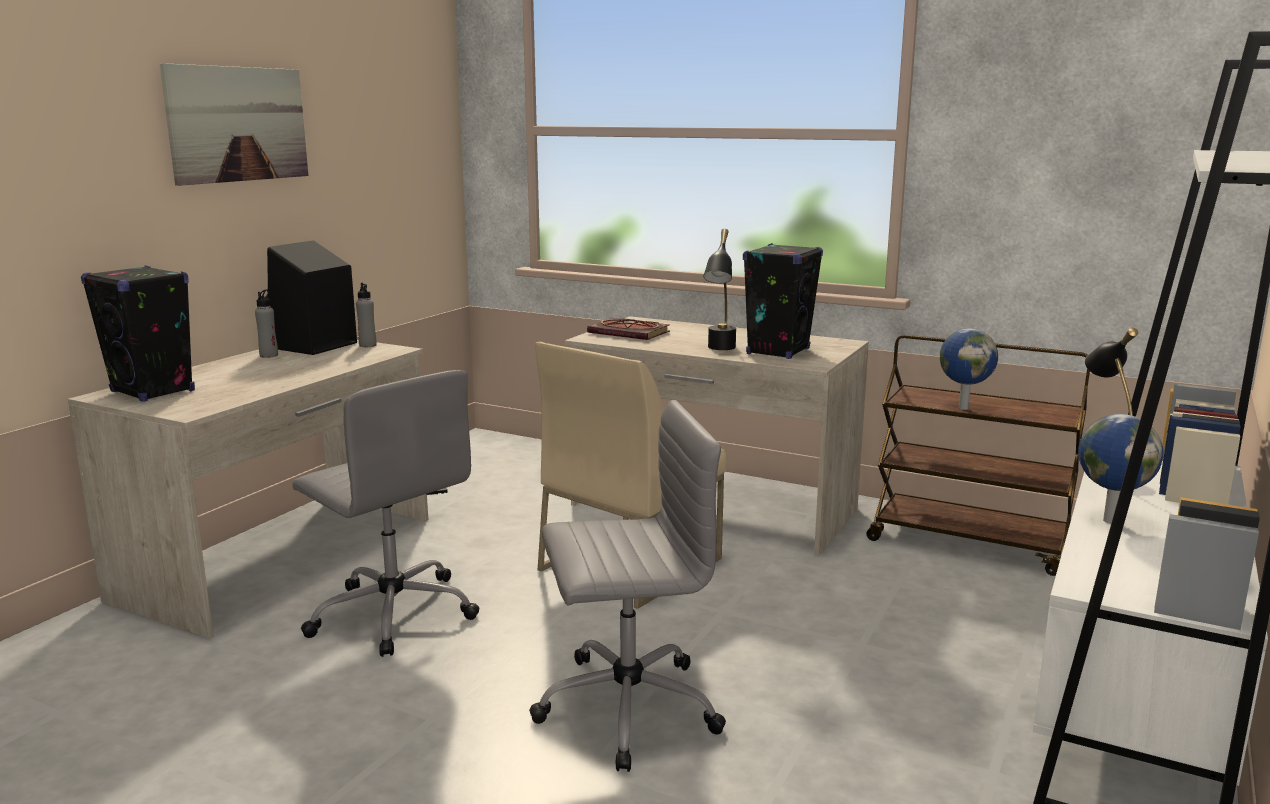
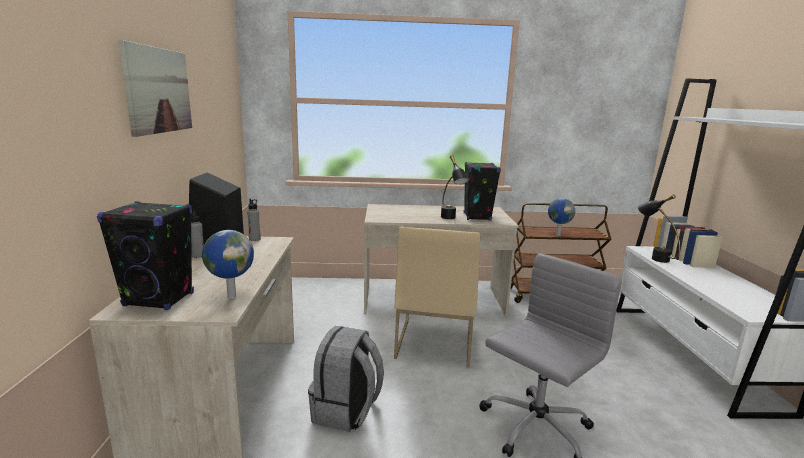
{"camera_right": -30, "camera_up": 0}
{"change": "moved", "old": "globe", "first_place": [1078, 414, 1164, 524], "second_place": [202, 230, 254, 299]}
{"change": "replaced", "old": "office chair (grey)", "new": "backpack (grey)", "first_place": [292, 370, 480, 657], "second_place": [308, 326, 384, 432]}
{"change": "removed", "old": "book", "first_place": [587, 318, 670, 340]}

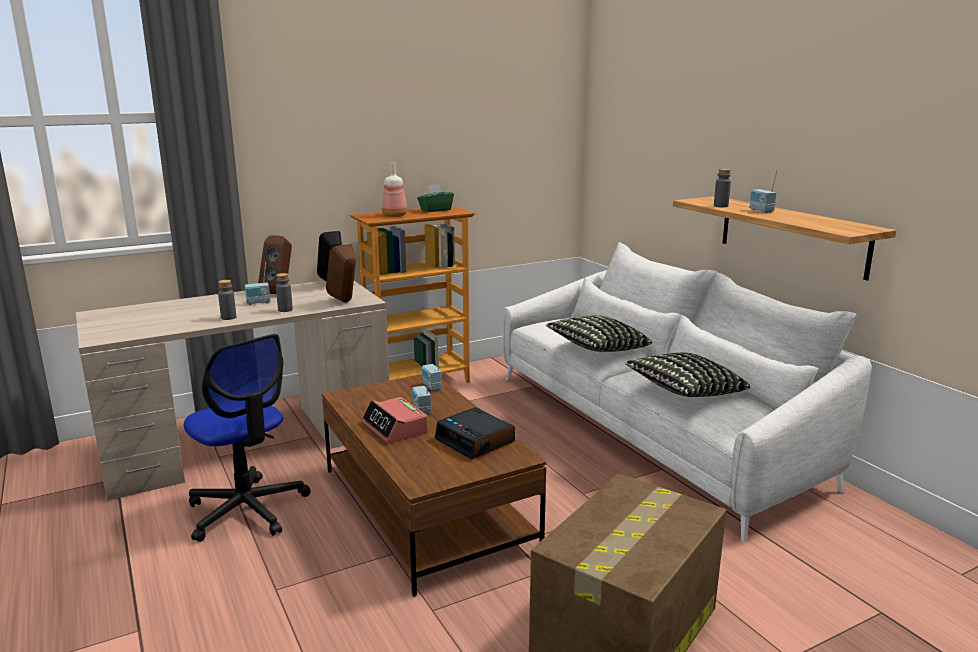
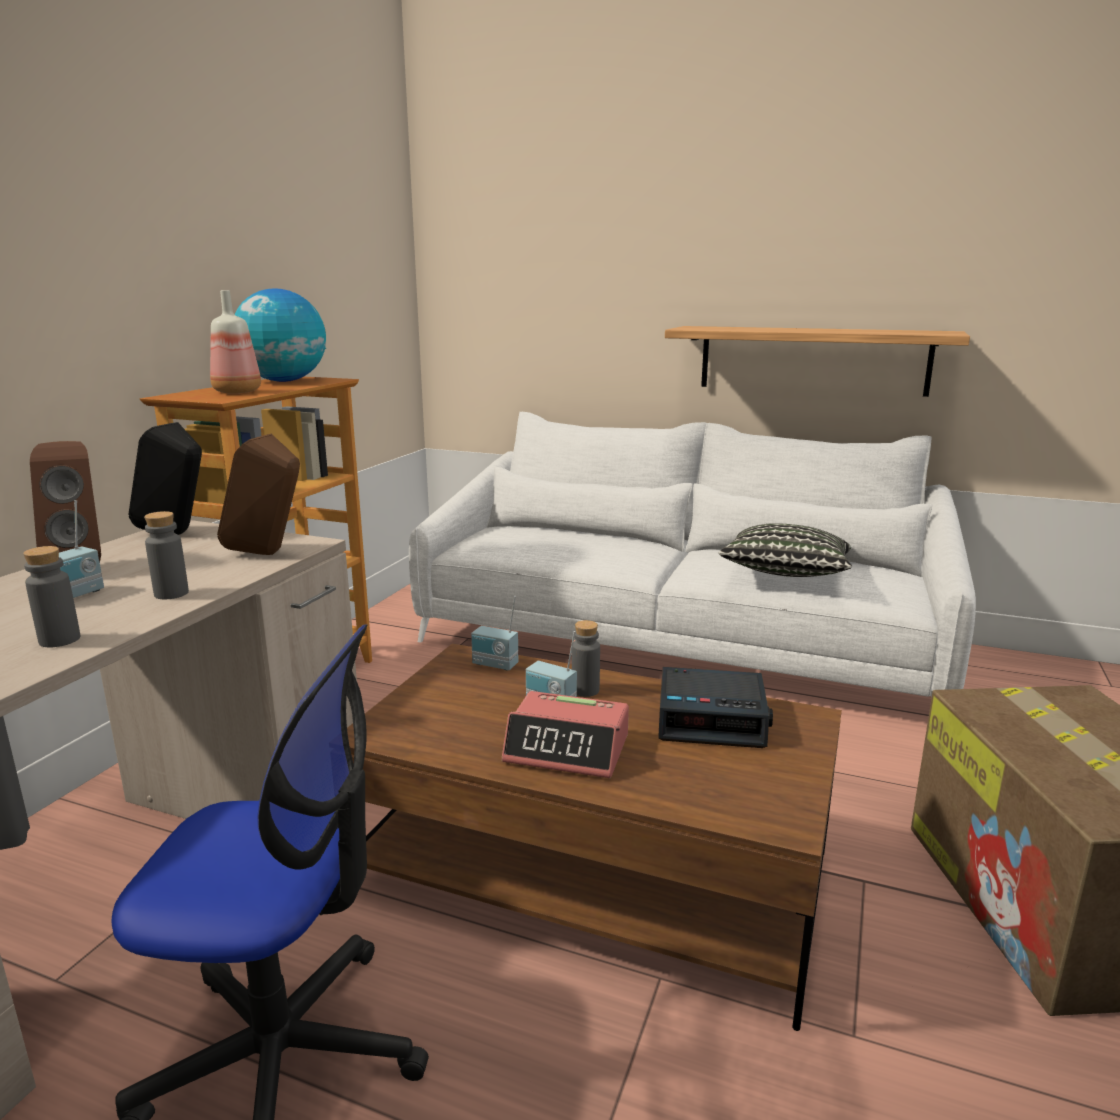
{"camera_right": -40, "camera_up": 0}
{"change": "replaced", "old": "tissue box (green)", "new": "globe", "first_place": [417, 184, 454, 212], "second_place": [234, 288, 326, 382]}
{"change": "moved", "old": "bottle (grey)", "first_place": [714, 169, 731, 207], "second_place": [572, 620, 600, 697]}
{"change": "removed", "old": "pillow", "first_place": [546, 315, 652, 352]}
{"change": "removed", "old": "radio", "first_place": [750, 170, 778, 213]}

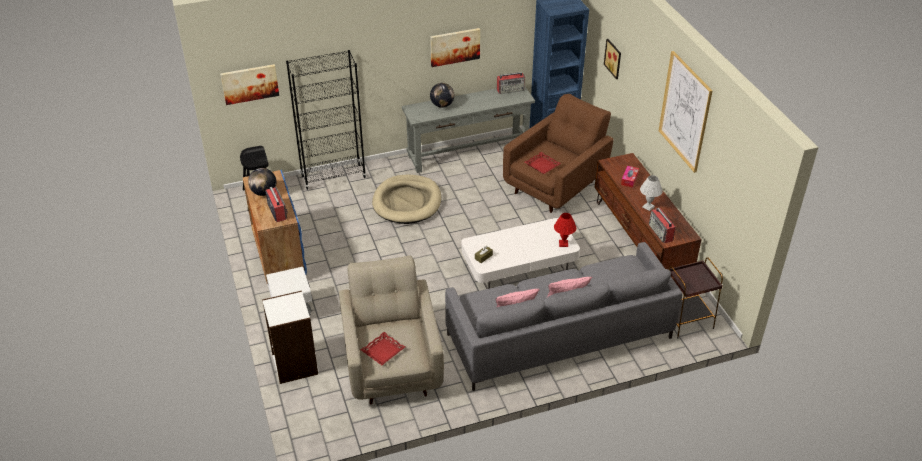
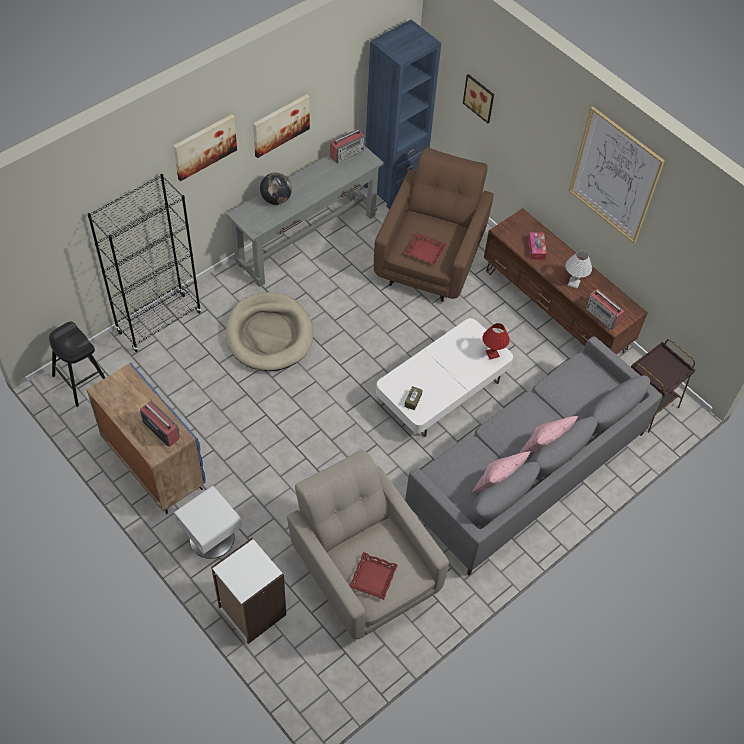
{"camera_right": -25, "camera_up": 15}
{"change": "moved", "old": "picture", "first_place": [220, 64, 279, 105], "second_place": [173, 114, 237, 181]}
{"change": "removed", "old": "globe", "first_place": [248, 168, 276, 196]}

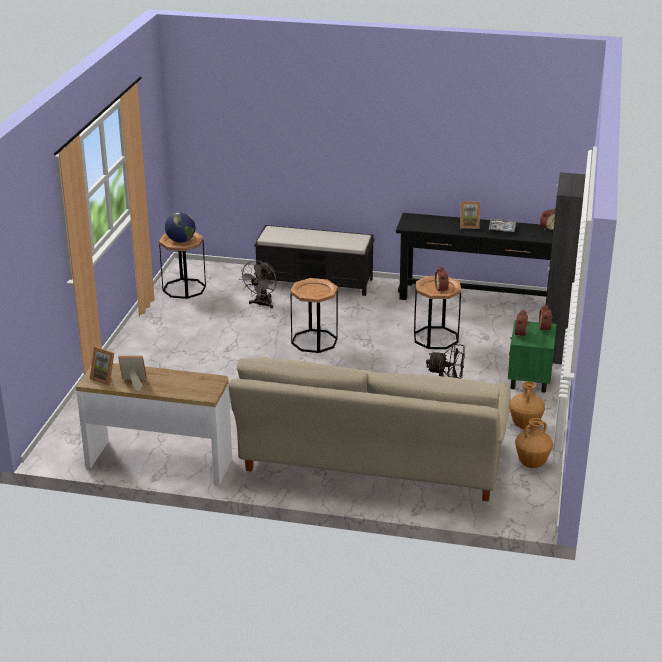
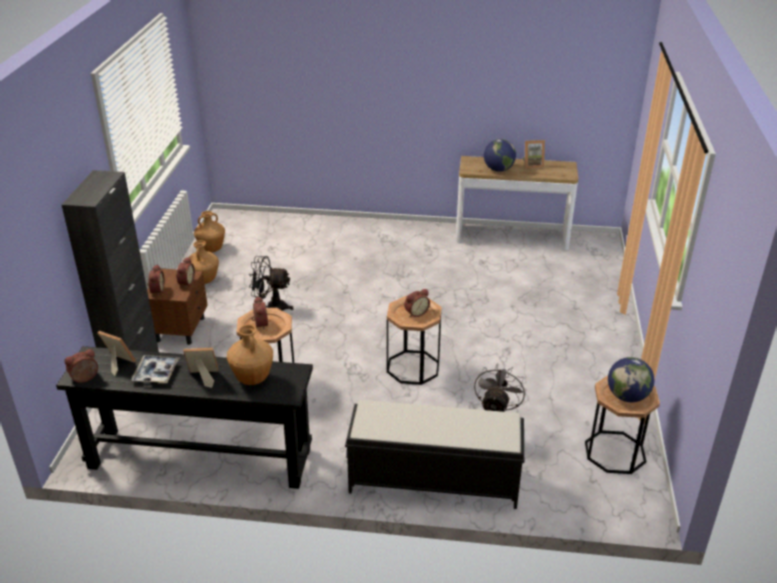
{"camera_right": 175, "camera_up": 5}
{"change": "moved", "old": "picture frame", "first_place": [90, 347, 114, 386], "second_place": [98, 331, 136, 376]}
{"change": "recoloured", "old": "nightstand (green)", "new": "nightstand (brown)", "first_place": [508, 320, 557, 393], "second_place": [147, 268, 208, 345]}
{"change": "added", "new": "vase (brown)", "second_place": [227, 324, 273, 385]}
{"change": "added", "new": "alarm clock", "second_place": [404, 289, 430, 317]}
{"change": "added", "new": "globe", "second_place": [484, 139, 516, 172]}
{"change": "removed", "old": "sofa (beige)", "first_place": [228, 357, 511, 502]}

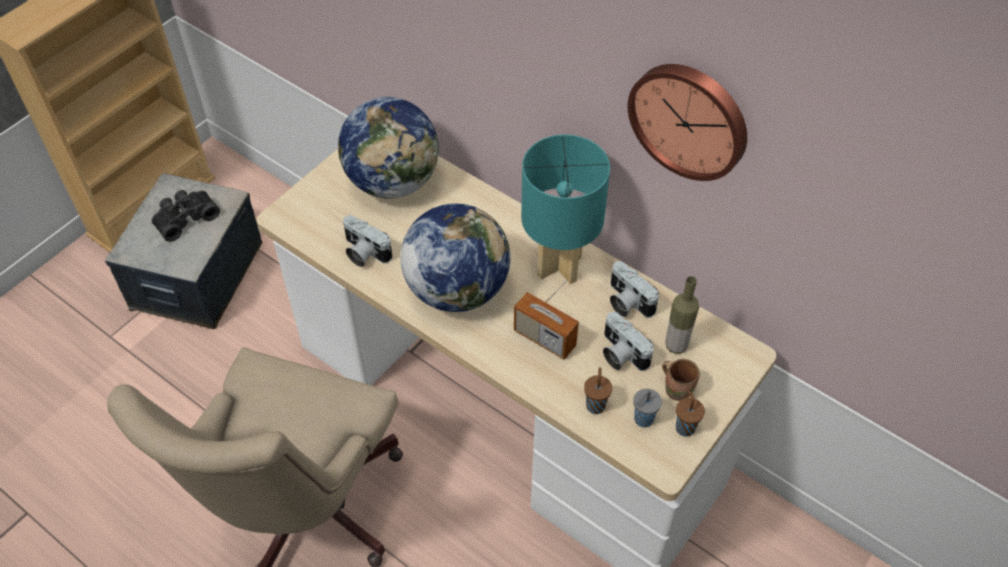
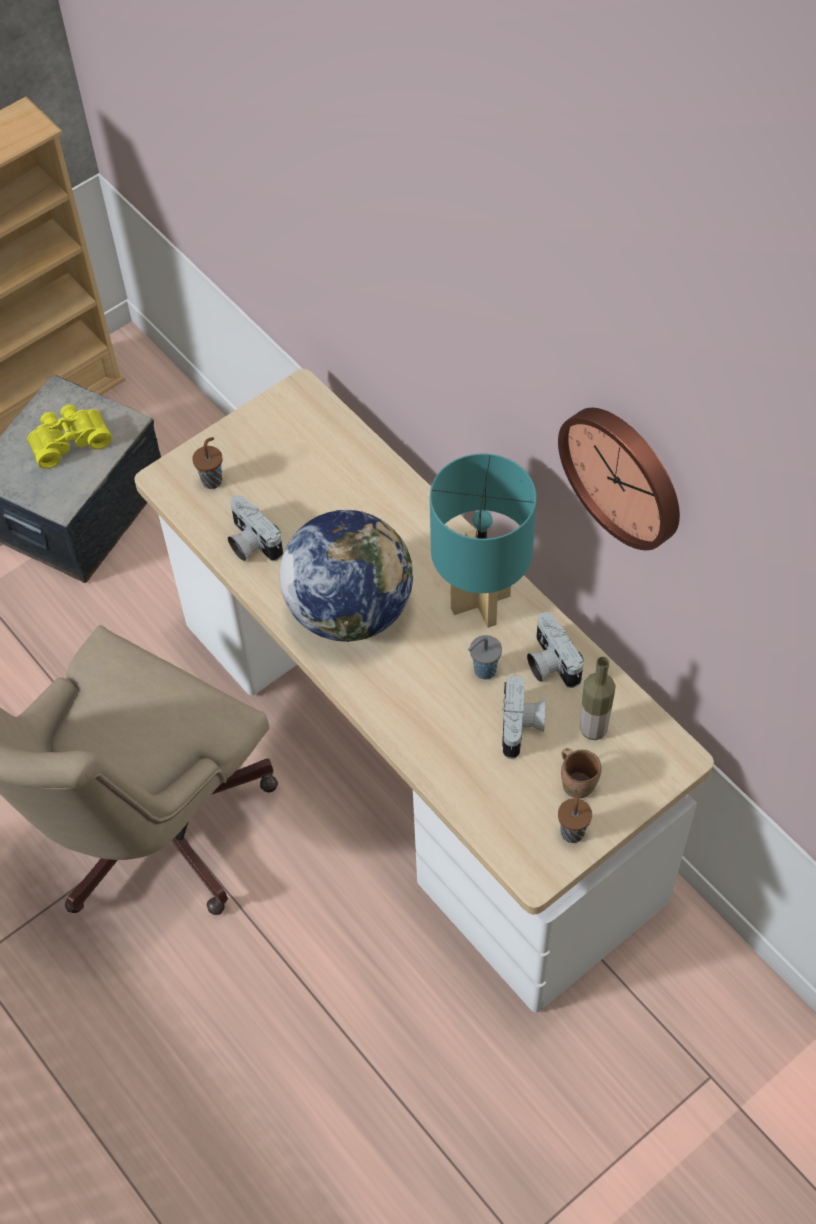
{"camera_right": 15, "camera_up": 5}
{"change": "recoloured", "old": "binoculars (black)", "new": "binoculars (yellow)", "first_place": [152, 190, 220, 242], "second_place": [27, 404, 112, 469]}
{"change": "moved", "old": "cup (brown)", "first_place": [584, 367, 612, 414], "second_place": [192, 437, 223, 489]}
{"change": "moved", "old": "cup (grey)", "first_place": [633, 389, 662, 427], "second_place": [468, 635, 502, 679]}
{"change": "turned", "old": "photo camera", "first_place": [603, 312, 654, 371], "second_place": [502, 675, 546, 759], "degrees": -150}
{"change": "removed", "old": "globe", "first_place": [338, 97, 439, 199]}
{"change": "removed", "old": "radio", "first_place": [514, 281, 579, 360]}

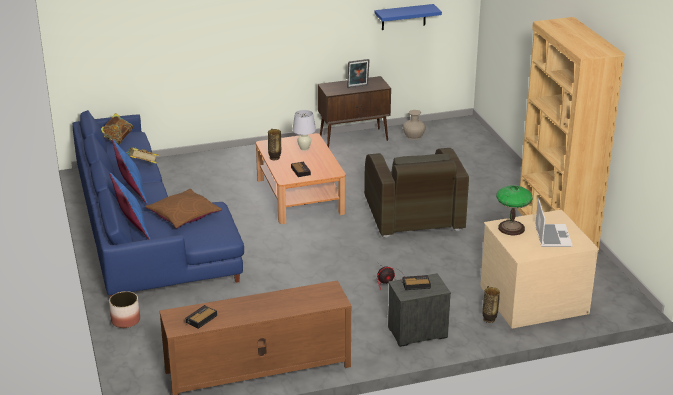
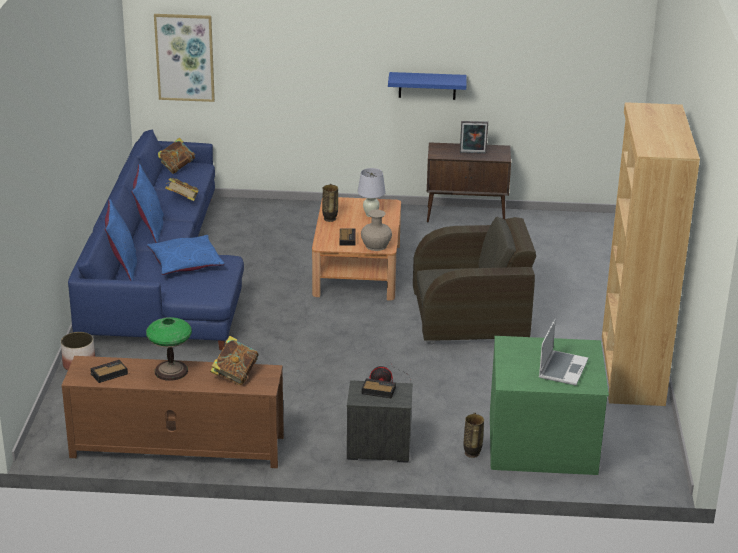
{"camera_right": 20, "camera_up": 0}
{"change": "moved", "old": "table lamp", "first_place": [496, 185, 532, 235], "second_place": [146, 317, 192, 381]}
{"change": "recoloured", "old": "pillow (brown)", "new": "pillow (blue)", "first_place": [145, 189, 222, 229], "second_place": [147, 235, 225, 275]}
{"change": "added", "new": "picture", "second_place": [154, 14, 215, 102]}
{"change": "added", "new": "book", "second_place": [210, 336, 259, 385]}
{"change": "moved", "old": "vase (beige)", "first_place": [403, 110, 426, 140], "second_place": [361, 210, 392, 251]}
{"change": "moved", "old": "shelf (blue)", "first_place": [374, 4, 442, 30], "second_place": [388, 72, 467, 100]}
{"change": "turned", "old": "armchair (brown)", "first_place": [364, 148, 469, 238], "second_place": [413, 217, 536, 344], "degrees": -105}
{"change": "recoloured", "old": "dresser (beige)", "new": "dresser (green)", "first_place": [480, 210, 599, 328], "second_place": [490, 336, 609, 475]}

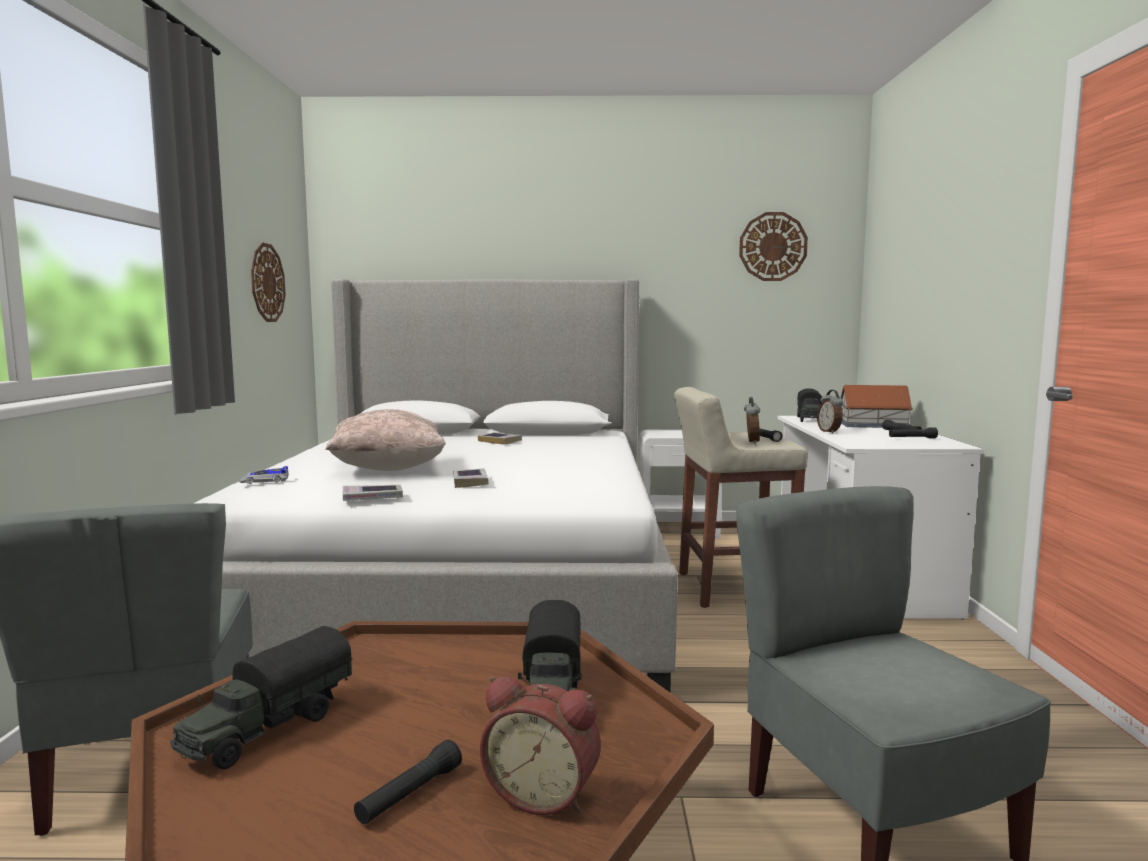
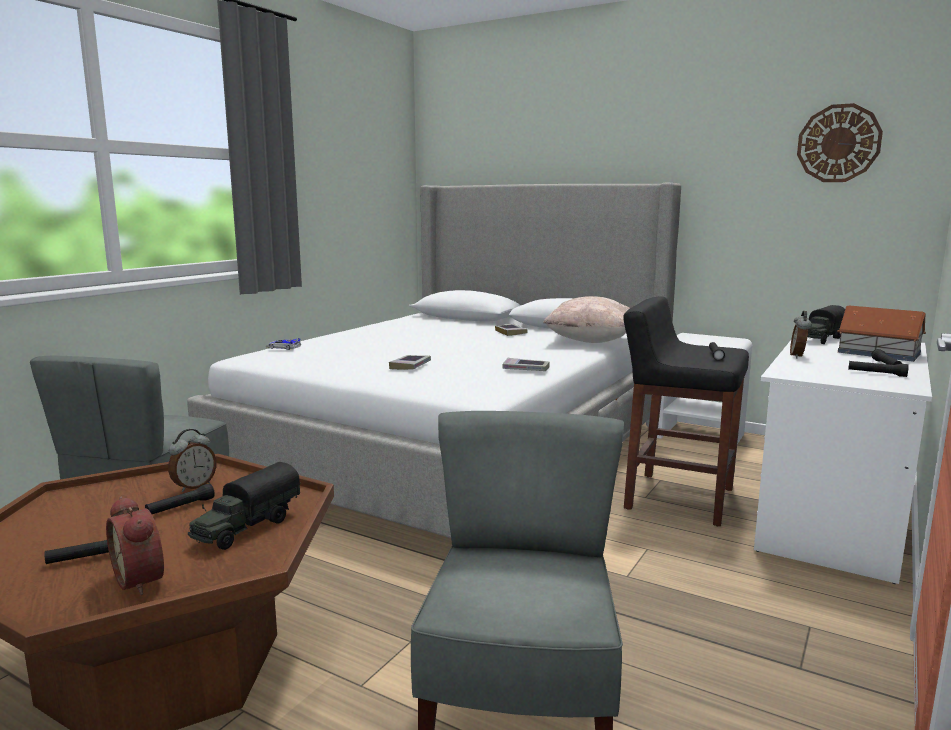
{"camera_right": 30, "camera_up": 5}
{"change": "added", "new": "flashlight (black)", "second_place": [145, 483, 215, 514]}
{"change": "moved", "old": "alarm clock", "first_place": [744, 397, 760, 444], "second_place": [168, 429, 217, 492]}
{"change": "moved", "old": "book", "first_place": [343, 485, 403, 501], "second_place": [503, 358, 550, 371]}
{"change": "moved", "old": "pillow (beige)", "first_place": [325, 409, 446, 471], "second_place": [543, 296, 630, 343]}
{"change": "recoloured", "old": "stool (beige)", "new": "stool (black)", "first_place": [674, 387, 808, 608], "second_place": [623, 297, 749, 526]}
{"change": "removed", "old": "toy truck", "first_place": [170, 626, 353, 769]}
{"change": "removed", "old": "wall clock", "first_place": [251, 243, 286, 322]}

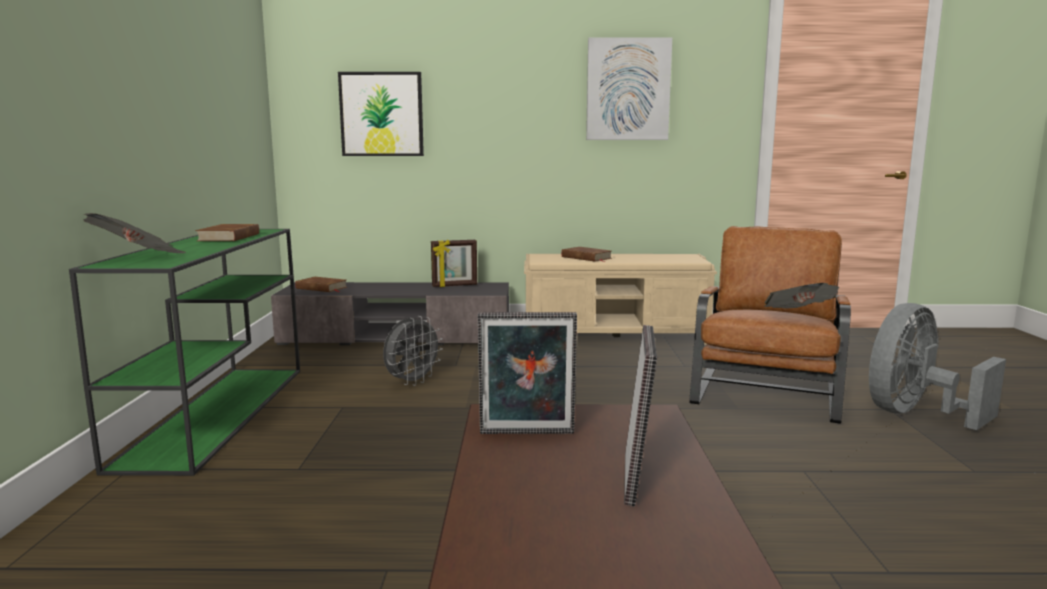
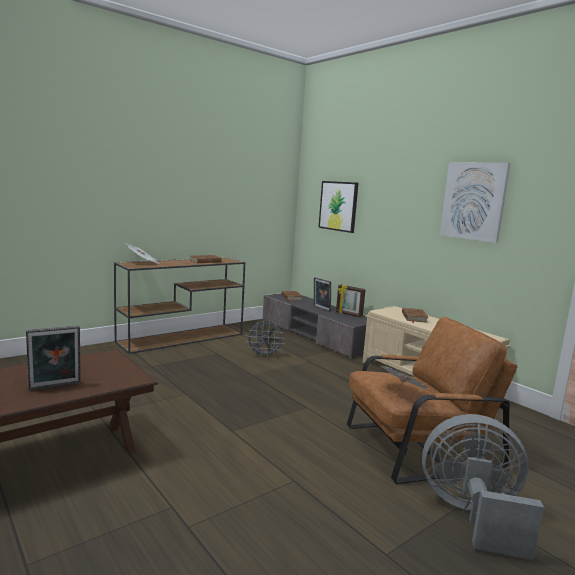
{"camera_right": 50, "camera_up": 0}
{"change": "recoloured", "old": "console table (green)", "new": "console table (brown)", "first_place": [69, 229, 300, 476], "second_place": [114, 257, 245, 354]}
{"change": "moved", "old": "picture frame", "first_place": [478, 312, 577, 434], "second_place": [314, 277, 331, 312]}

